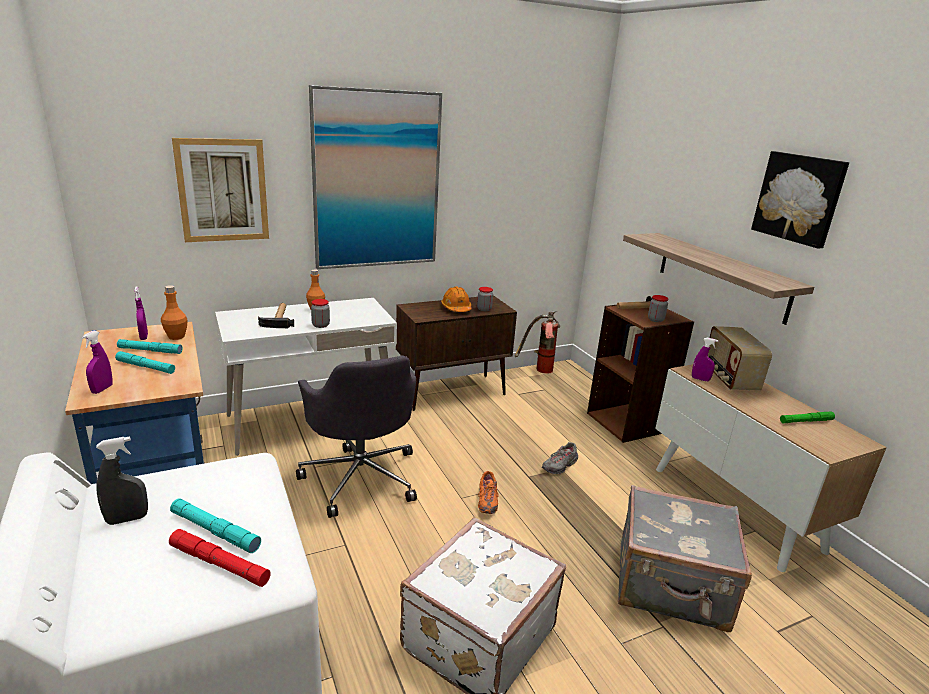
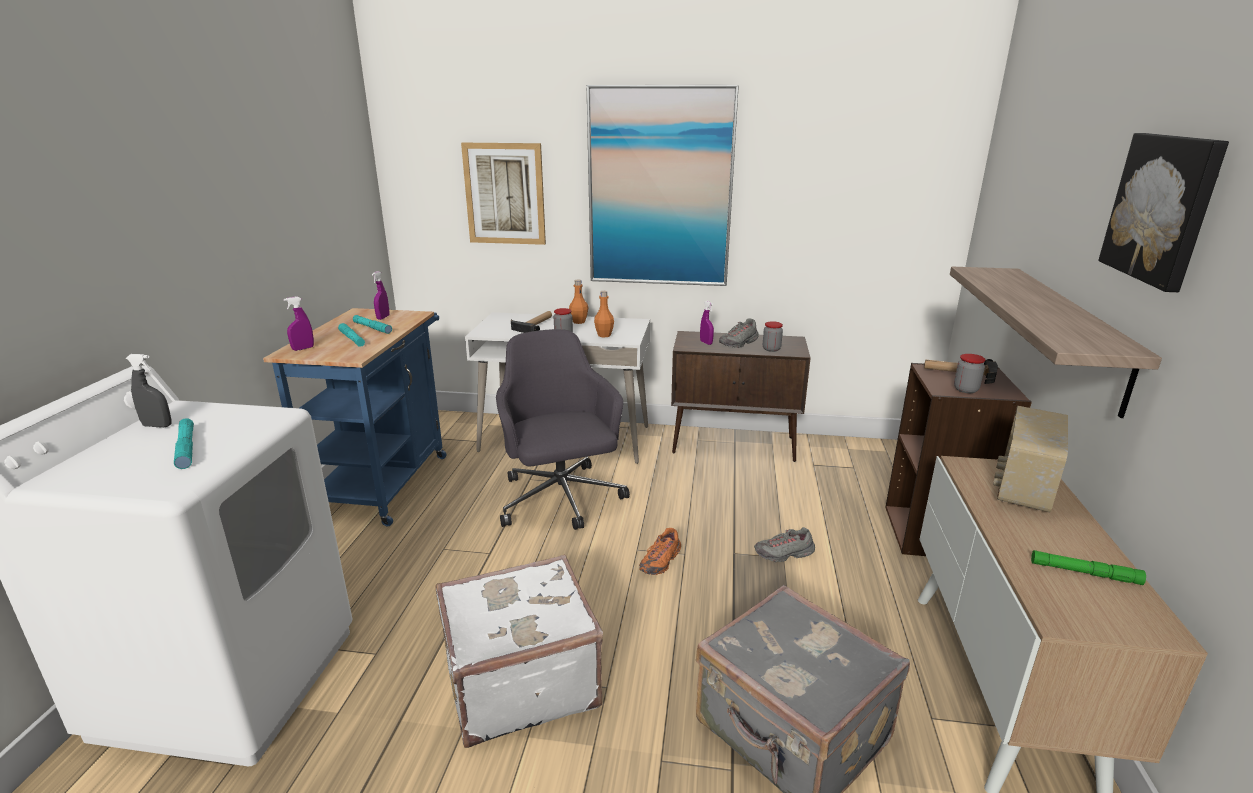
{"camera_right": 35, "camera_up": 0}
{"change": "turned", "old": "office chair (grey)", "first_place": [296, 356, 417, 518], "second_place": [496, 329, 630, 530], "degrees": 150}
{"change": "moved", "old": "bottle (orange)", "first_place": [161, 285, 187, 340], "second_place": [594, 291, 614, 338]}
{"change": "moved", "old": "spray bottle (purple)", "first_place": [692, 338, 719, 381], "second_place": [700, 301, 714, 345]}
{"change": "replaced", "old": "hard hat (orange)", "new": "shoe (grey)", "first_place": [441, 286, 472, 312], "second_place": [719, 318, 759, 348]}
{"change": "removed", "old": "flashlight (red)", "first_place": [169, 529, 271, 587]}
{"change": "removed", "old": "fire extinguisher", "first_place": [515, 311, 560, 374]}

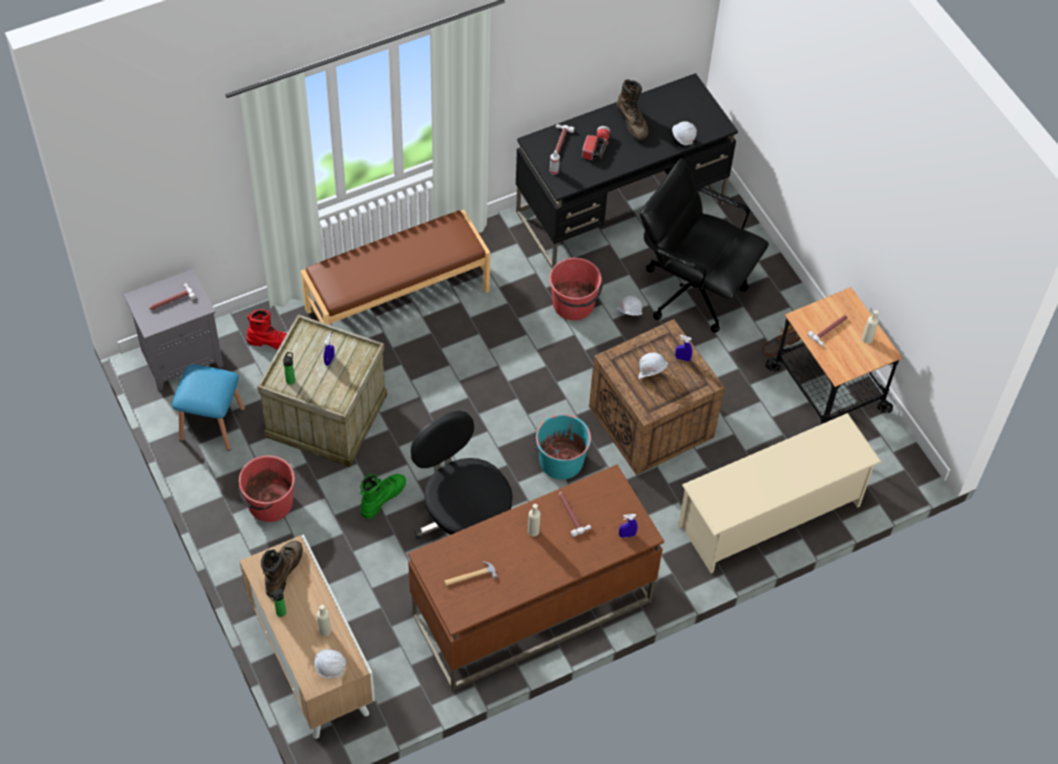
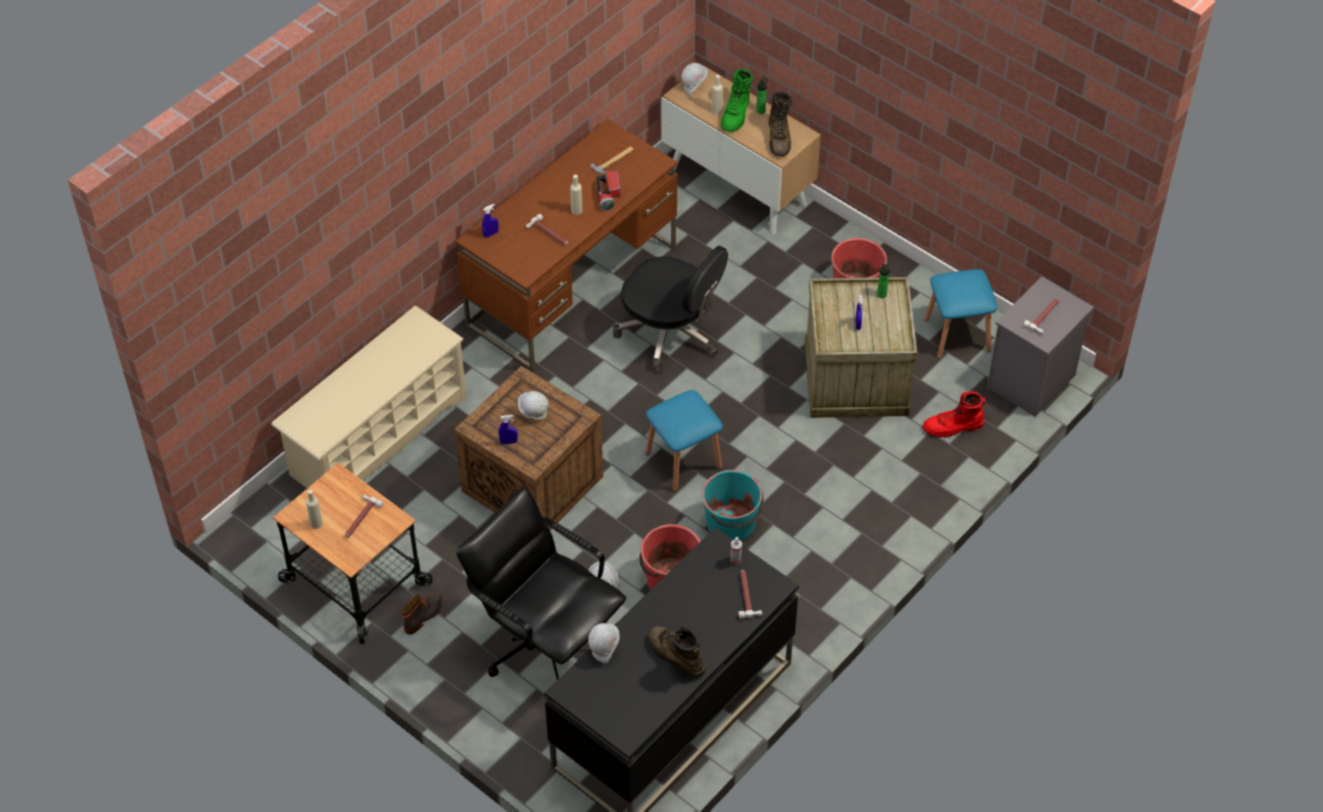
{"camera_right": 160, "camera_up": -5}
{"change": "turned", "old": "office chair (black)", "first_place": [640, 158, 769, 333], "second_place": [456, 486, 626, 680], "degrees": -150}
{"change": "moved", "old": "flashlight", "first_place": [582, 126, 610, 160], "second_place": [596, 171, 621, 211]}
{"change": "added", "new": "stool (blue)", "second_place": [645, 390, 723, 492]}
{"change": "moved", "old": "bucket (turquoise)", "first_place": [533, 414, 591, 480], "second_place": [702, 470, 763, 541]}
{"change": "moved", "old": "boot (green)", "first_place": [360, 474, 406, 519], "second_place": [721, 69, 753, 132]}
{"change": "removed", "old": "bench (brown)", "first_place": [301, 210, 490, 325]}

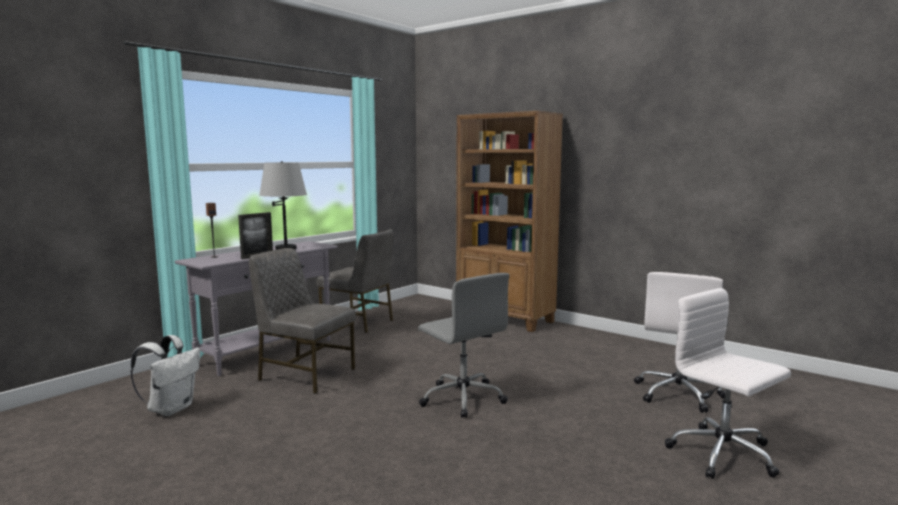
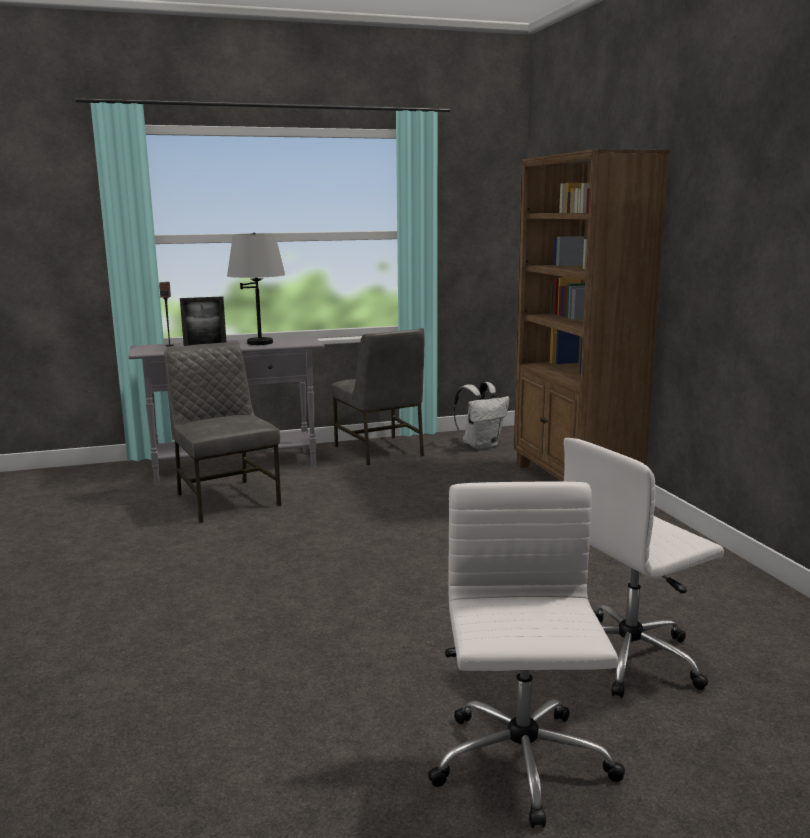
{"camera_right": 35, "camera_up": 5}
{"change": "moved", "old": "backpack (white)", "first_place": [130, 335, 200, 416], "second_place": [453, 382, 509, 450]}
{"change": "removed", "old": "office chair (grey)", "first_place": [418, 273, 509, 418]}

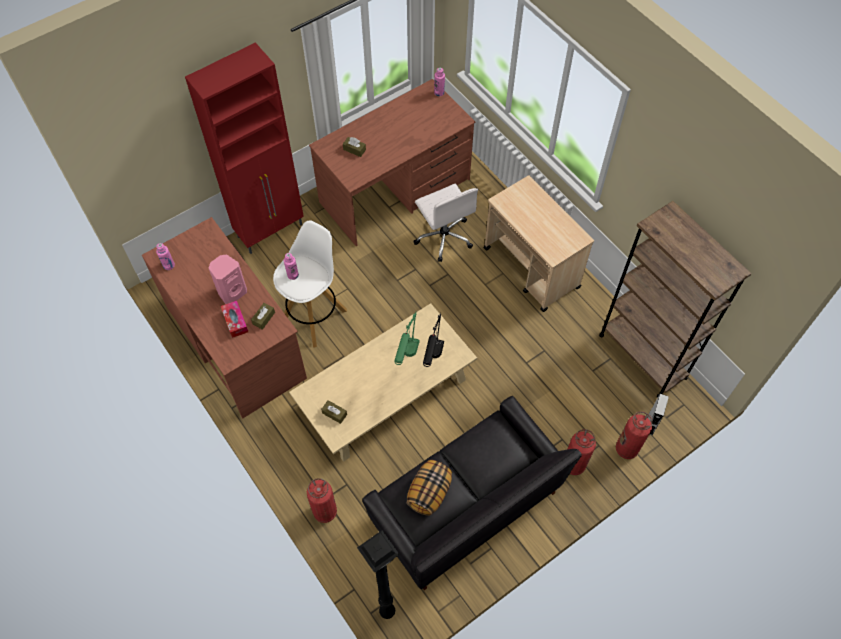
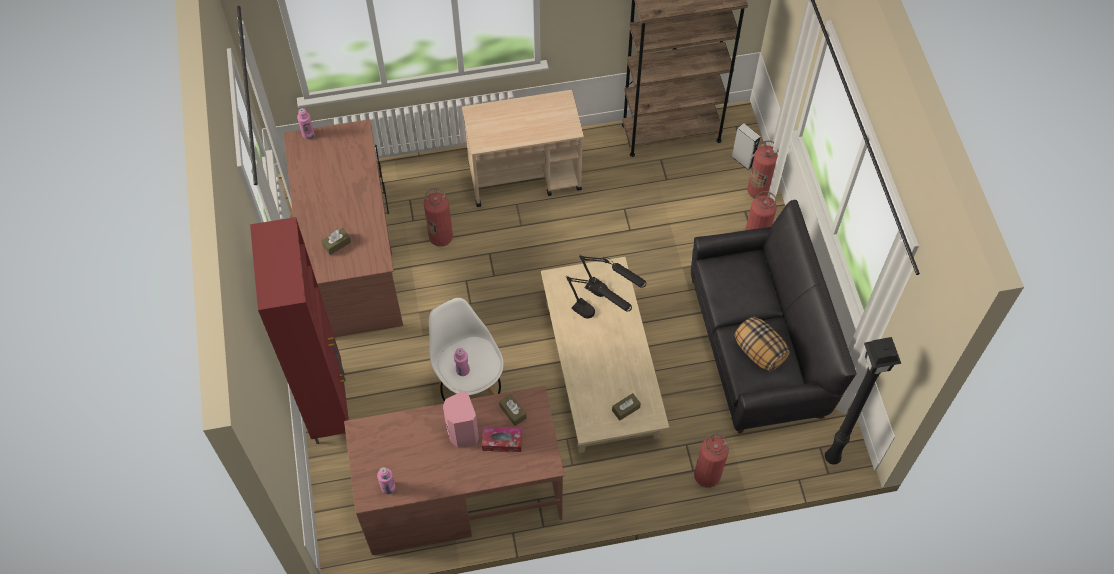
{"camera_right": -65, "camera_up": 0}
{"change": "replaced", "old": "office chair (white)", "new": "fire extinguisher", "first_place": [414, 184, 478, 262], "second_place": [424, 188, 453, 247]}
{"change": "recoloured", "old": "table lamp (green)", "new": "table lamp (black)", "first_place": [394, 312, 420, 365], "second_place": [566, 275, 632, 319]}

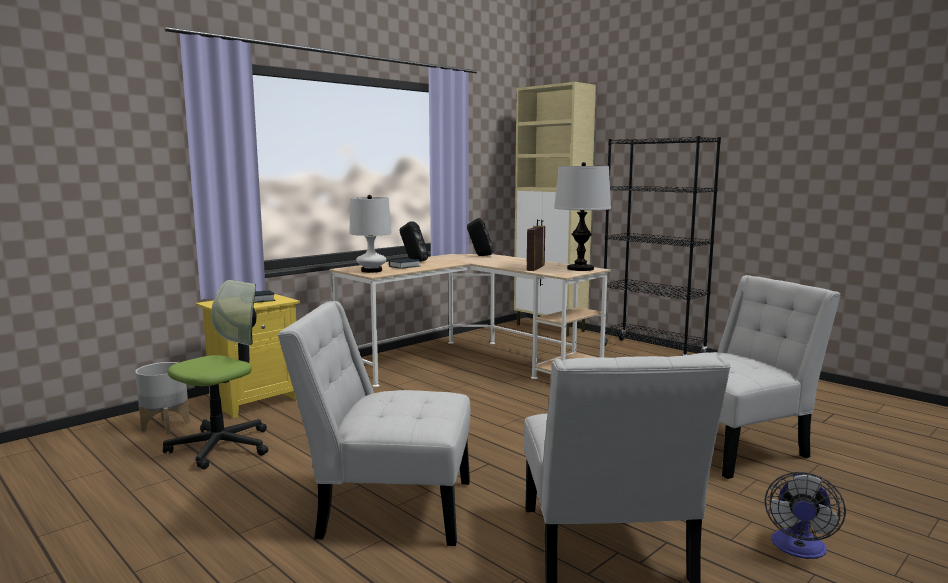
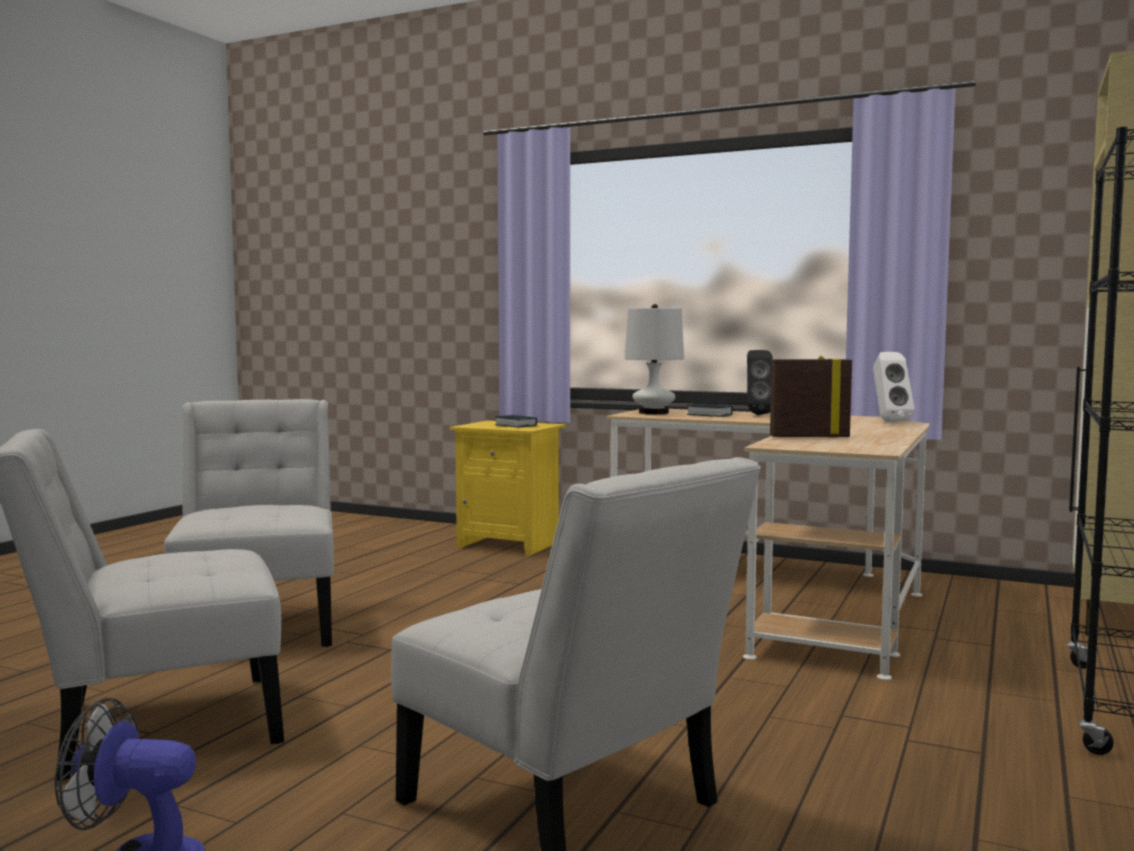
{"camera_right": 70, "camera_up": -5}
{"change": "recoloured", "old": "speaker (black)", "new": "speaker (white)", "first_place": [467, 218, 494, 256], "second_place": [873, 352, 915, 422]}
{"change": "removed", "old": "planter (grey)", "first_place": [135, 362, 190, 435]}
{"change": "removed", "old": "office chair", "first_place": [163, 280, 268, 469]}
{"change": "removed", "old": "table lamp", "first_place": [554, 162, 611, 271]}

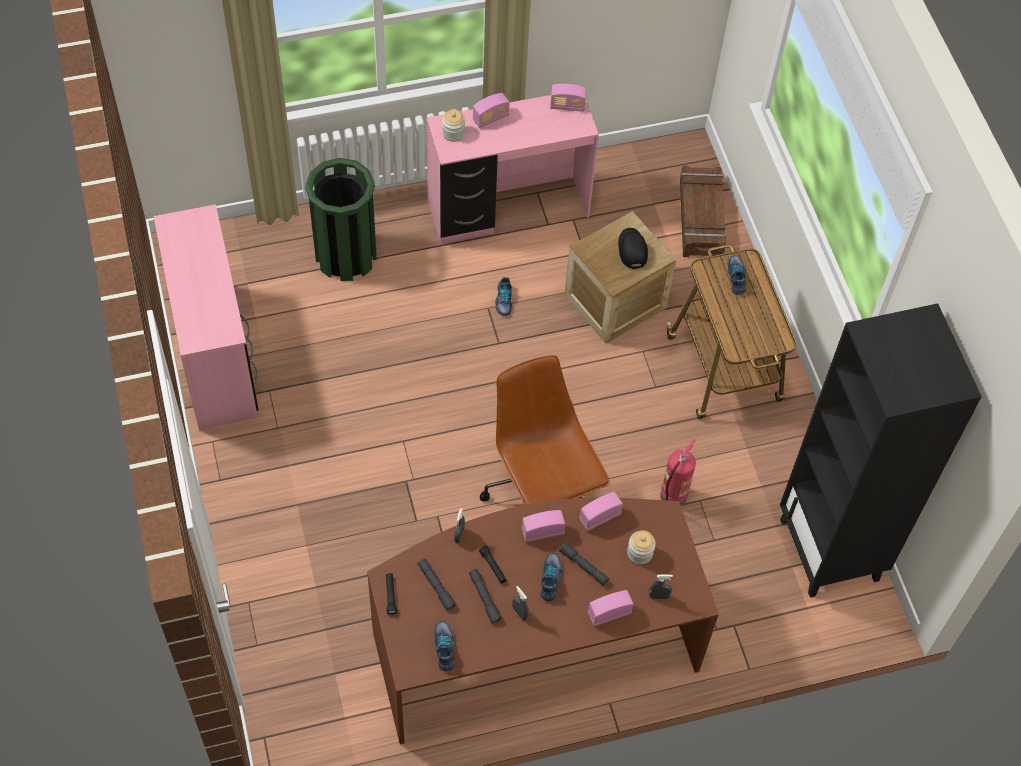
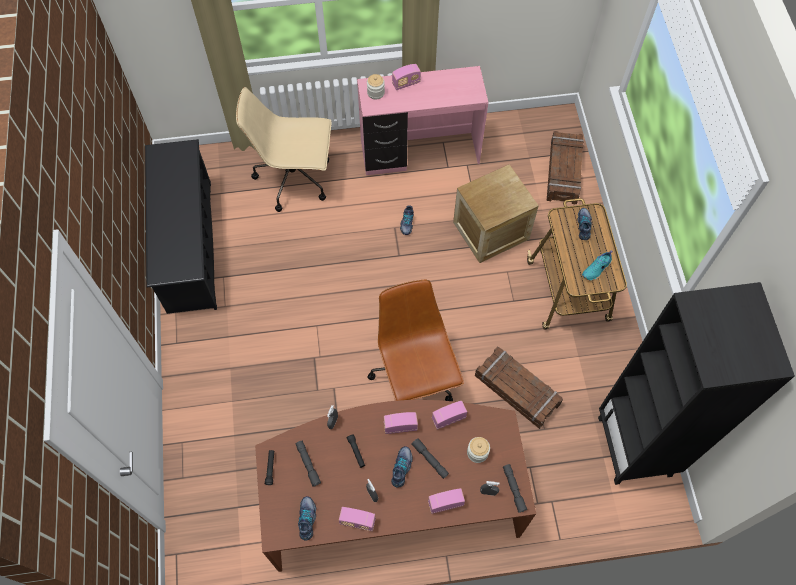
{"camera_right": 10, "camera_up": 5}
{"change": "replaced", "old": "desk (pink)", "new": "shoe rack (black)", "first_place": [153, 204, 259, 430], "second_place": [145, 139, 217, 314]}
{"change": "replaced", "old": "trash can (green)", "new": "office chair (beige)", "first_place": [305, 158, 377, 281], "second_place": [236, 87, 332, 212]}
{"change": "moved", "old": "radio", "first_place": [550, 84, 586, 112], "second_place": [339, 507, 376, 531]}
{"change": "replaced", "old": "fire extinguisher", "new": "crate", "first_place": [660, 439, 696, 506], "second_place": [475, 346, 563, 429]}
{"change": "moved", "old": "flashlight (grey)", "first_place": [469, 569, 502, 624], "second_place": [503, 464, 527, 513]}
{"change": "added", "new": "shoe (turquoise)", "second_place": [582, 250, 613, 281]}
{"change": "removed", "old": "cap (black)", "first_place": [618, 228, 648, 269]}

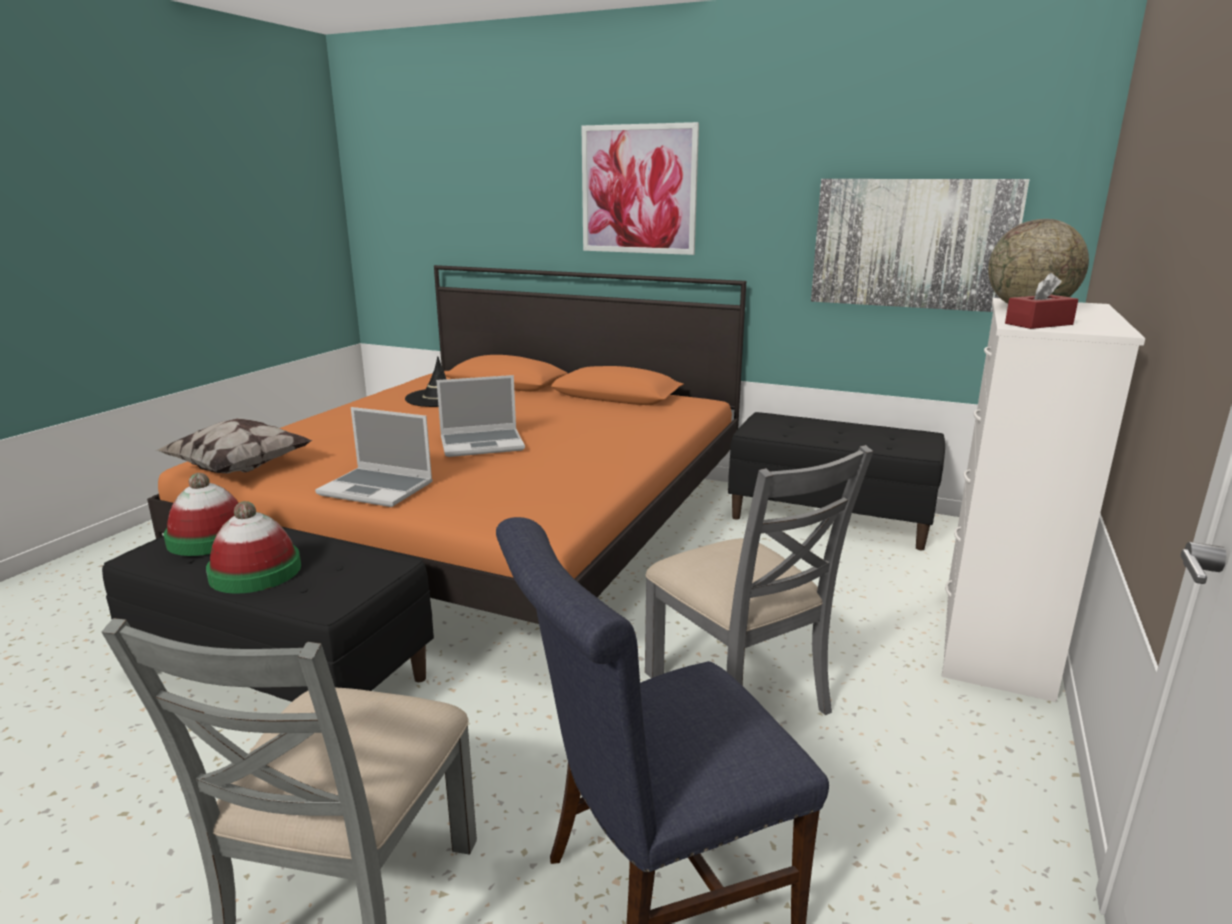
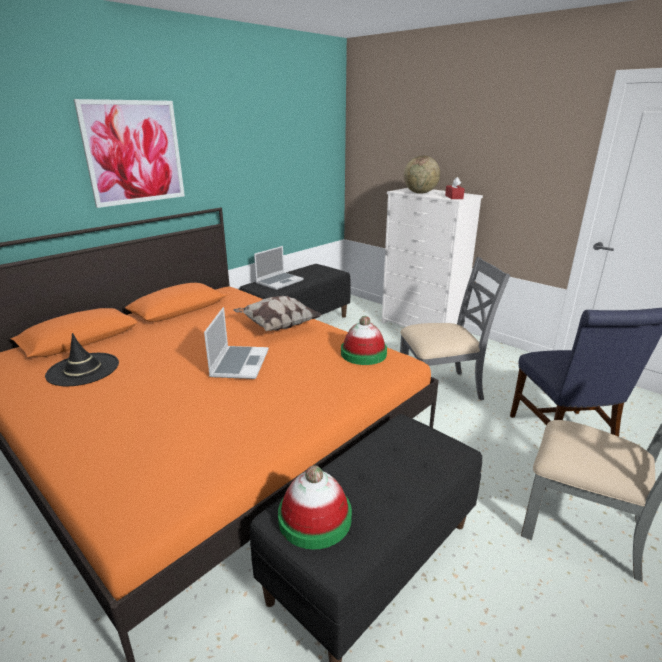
{"camera_right": -70, "camera_up": 5}
{"change": "moved", "old": "pillow", "first_place": [156, 418, 312, 473], "second_place": [233, 296, 322, 331]}
{"change": "moved", "old": "laptop", "first_place": [315, 407, 433, 507], "second_place": [254, 246, 303, 290]}
{"change": "moved", "old": "hat", "first_place": [206, 501, 301, 594], "second_place": [341, 316, 387, 365]}
{"change": "removed", "old": "picture", "first_place": [811, 179, 1030, 312]}

